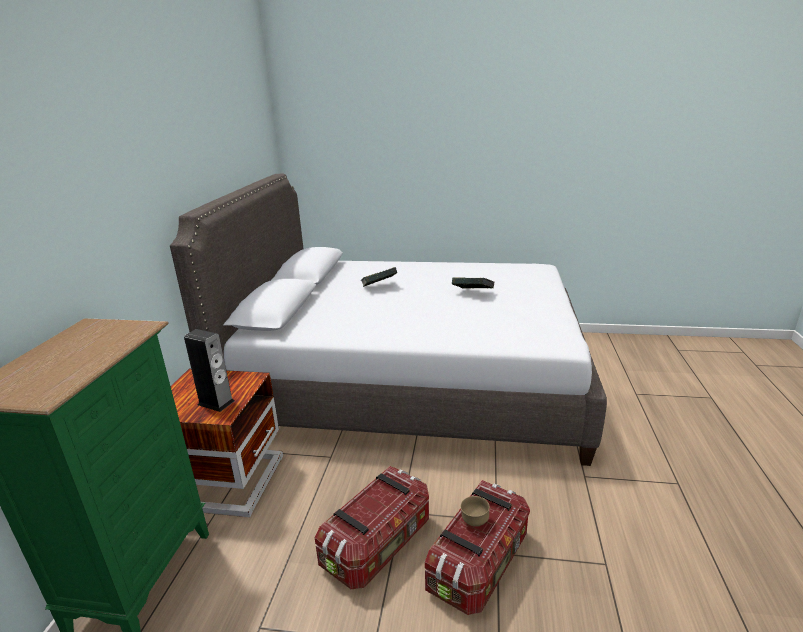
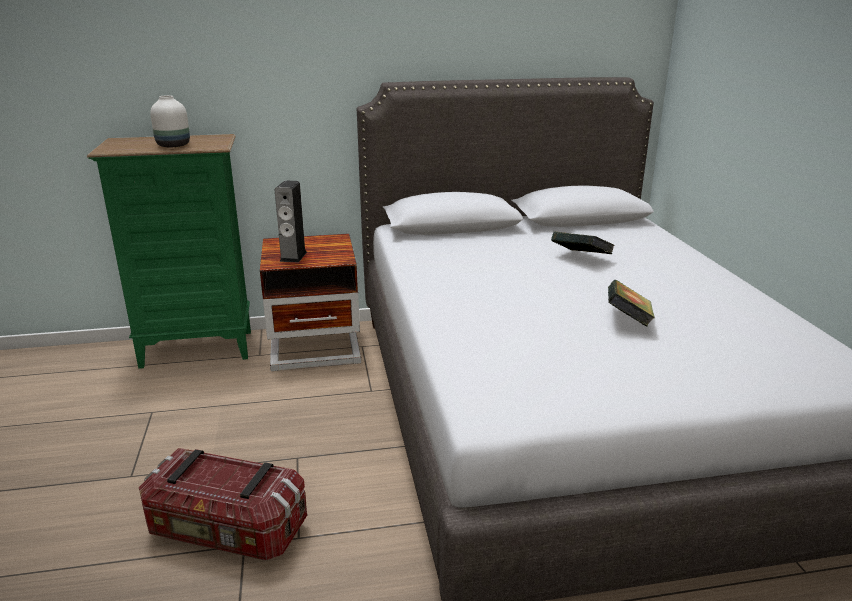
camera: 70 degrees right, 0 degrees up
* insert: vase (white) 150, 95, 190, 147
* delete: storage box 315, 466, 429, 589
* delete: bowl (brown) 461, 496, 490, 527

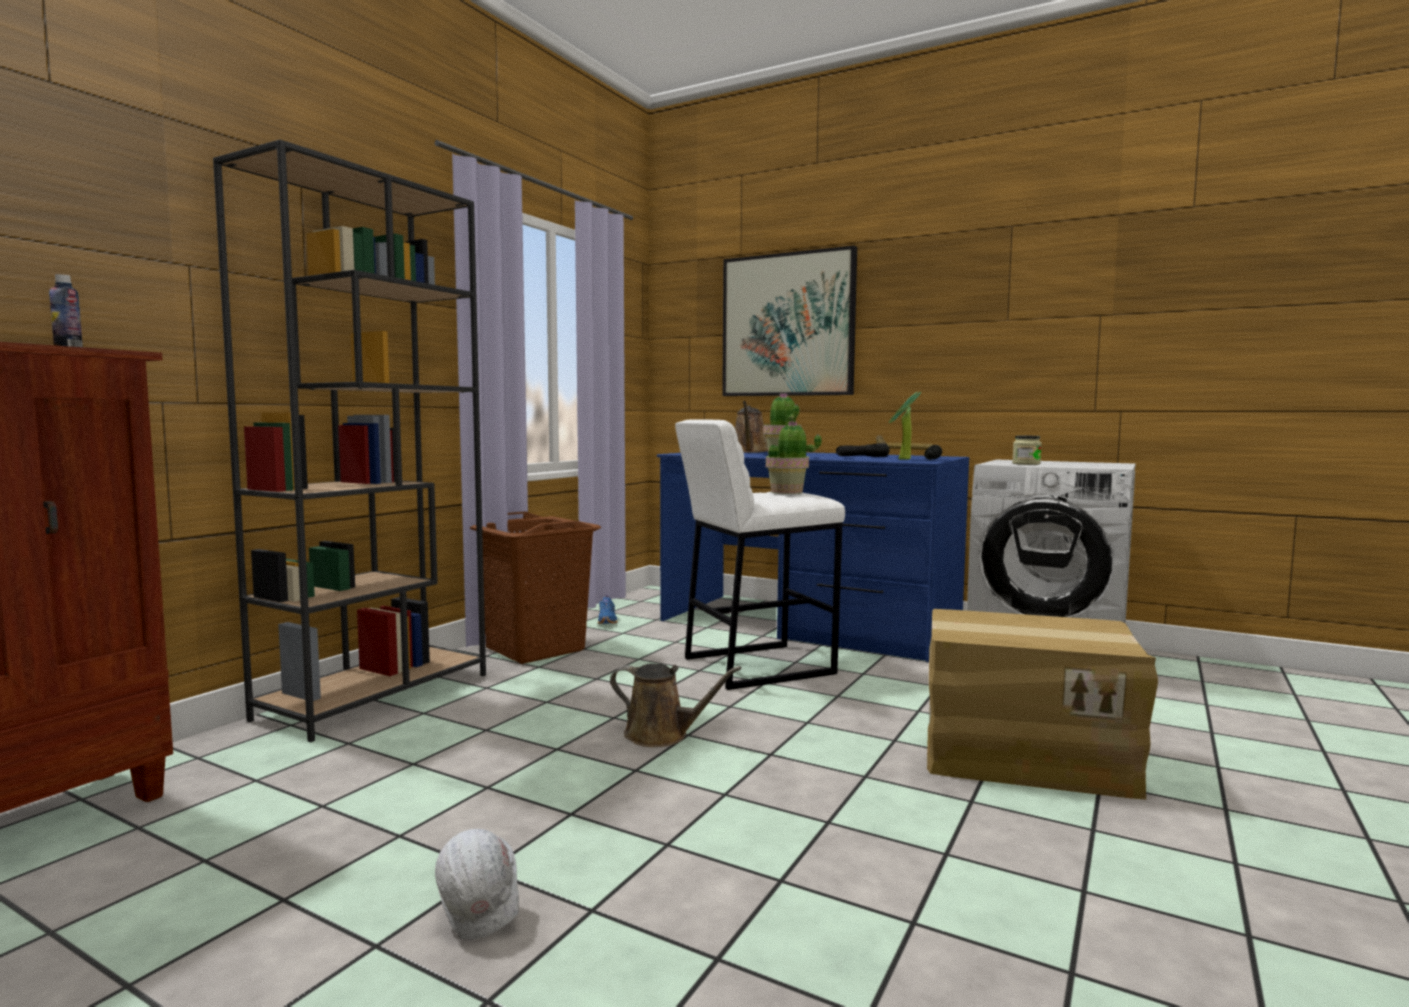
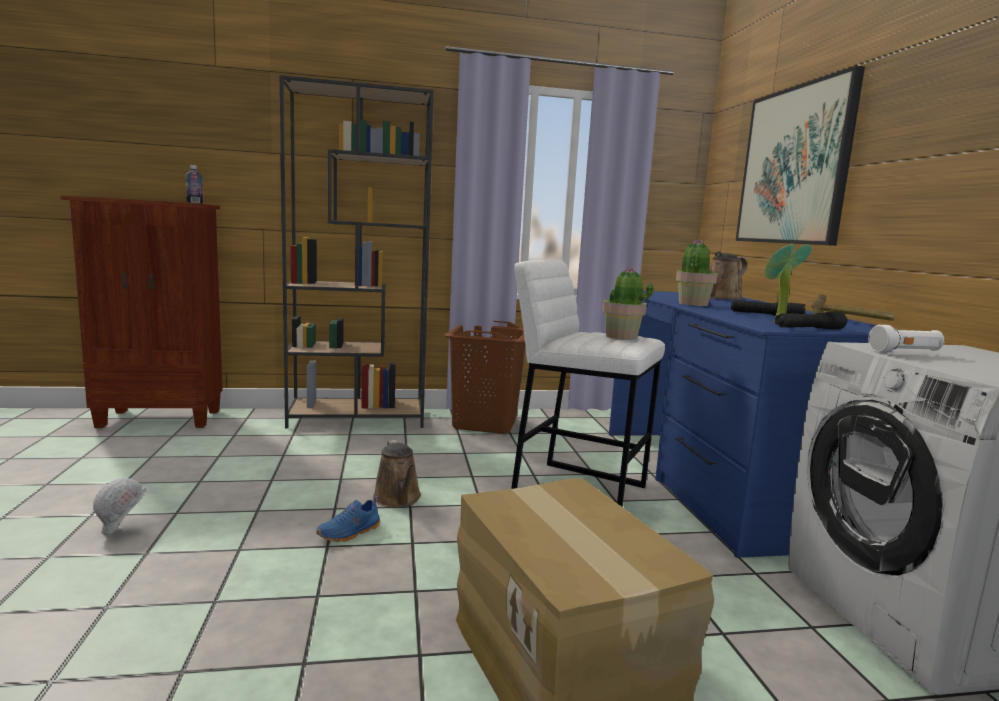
camera: 50 degrees right, 5 degrees up
* move: shoe (blue) 598, 595, 617, 624 to 316, 496, 380, 542
* replace: jar 1012, 436, 1042, 465 to flashlight (white) 868, 325, 944, 353

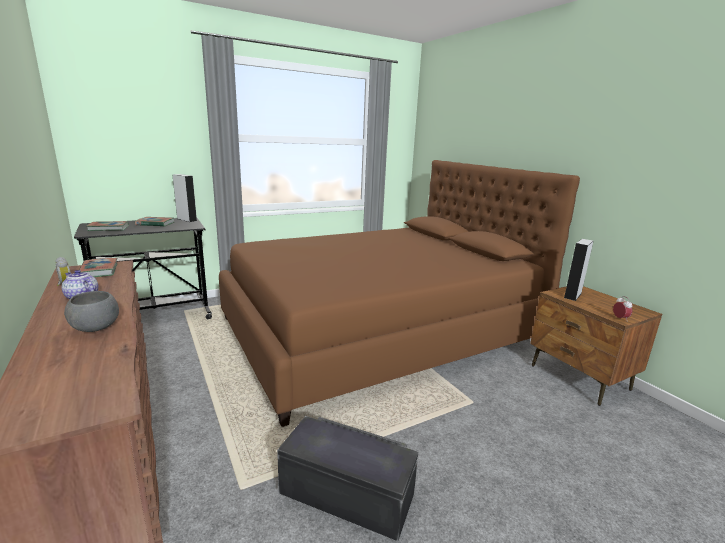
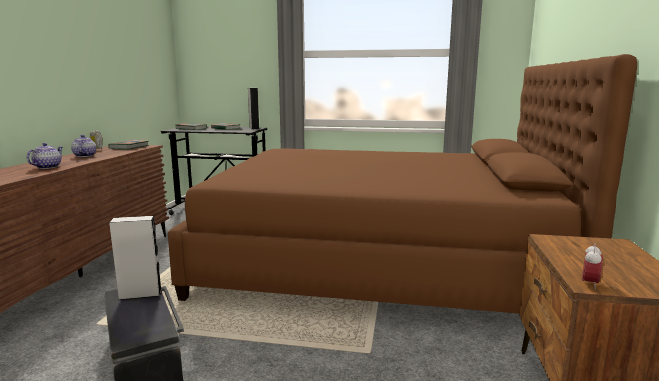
camera: 40 degrees right, 5 degrees down
* replace: bowl (grey) 64, 291, 119, 332 to teapot 27, 143, 63, 169
* move: speaker (grey) 564, 239, 593, 301 to 109, 216, 162, 300

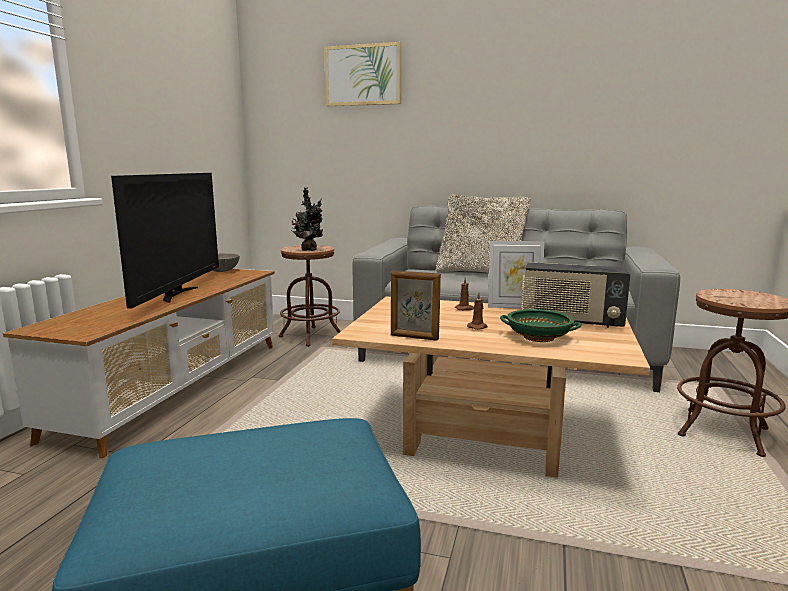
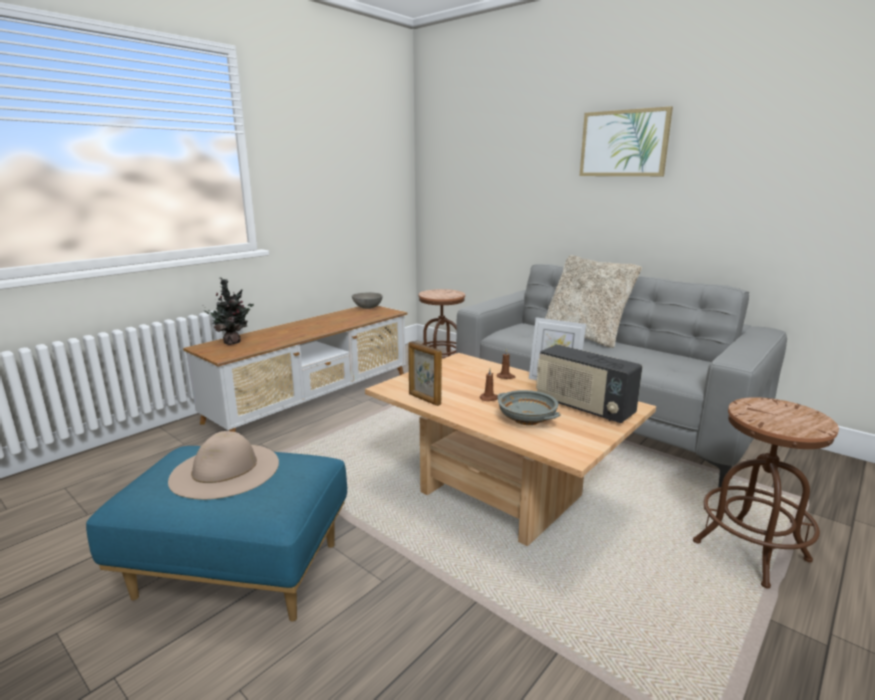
camera: 25 degrees right, 5 degrees up
* insert: hat (beige) 168, 431, 279, 500
* move: potted plant 291, 187, 323, 251 to 204, 278, 254, 345
* recolor: bowl (green) 500, 309, 582, 342 to bowl (grey) 497, 390, 561, 425
* move: picture 324, 42, 402, 106 to 580, 106, 673, 176
* delete: television 111, 173, 219, 308

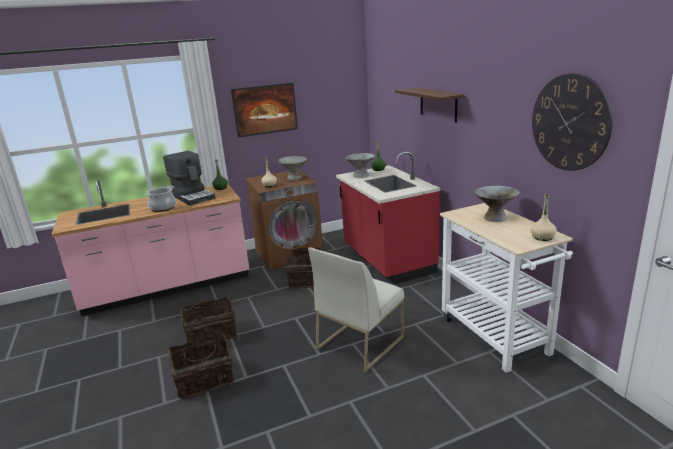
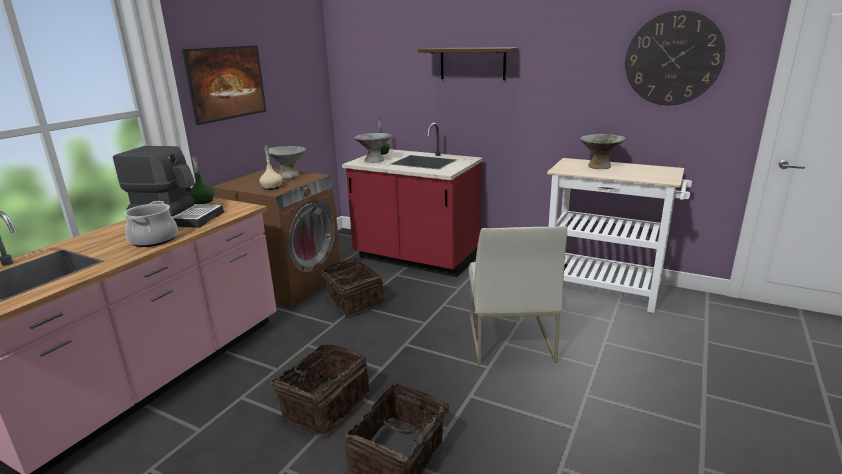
camera: 40 degrees left, 0 degrees up
* delete: bottle (beige) 530, 194, 557, 241

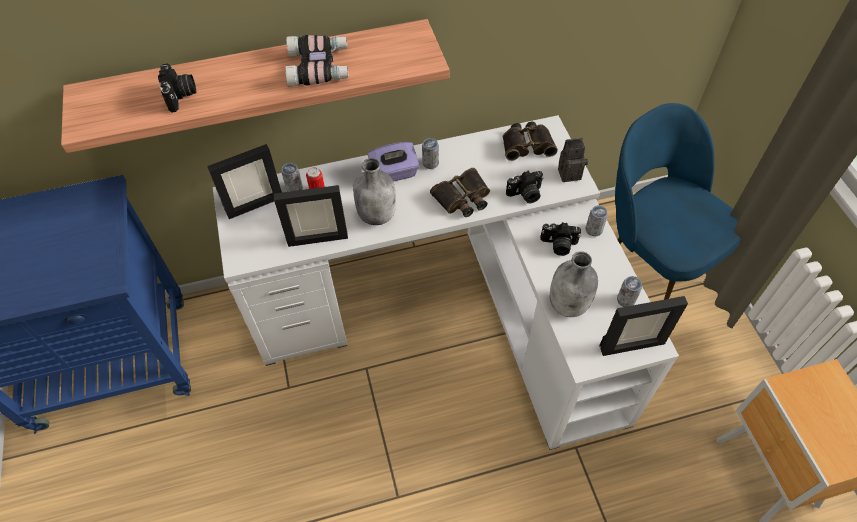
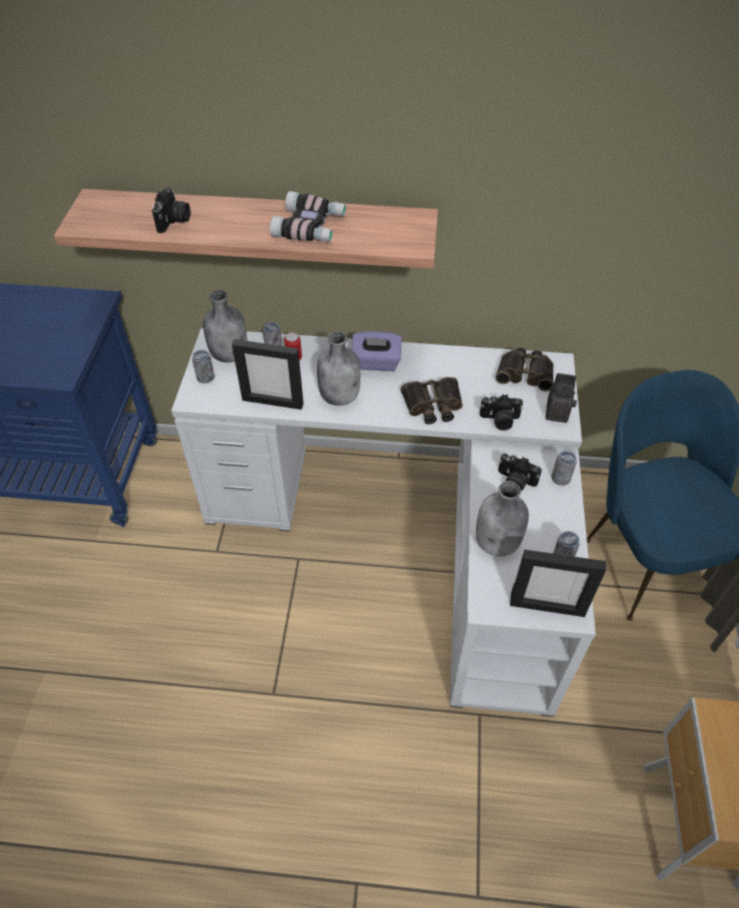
camera: 20 degrees right, 5 degrees down
* move: can 422, 138, 439, 169 to 192, 350, 214, 383
* replace: picture frame 207, 144, 282, 219 to bottle (grey) 203, 290, 247, 363

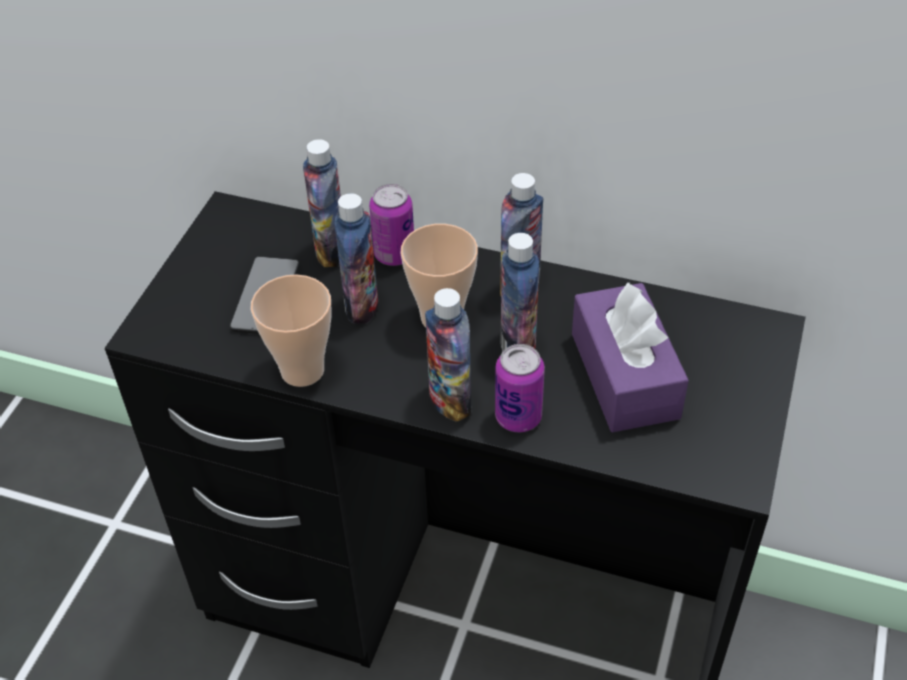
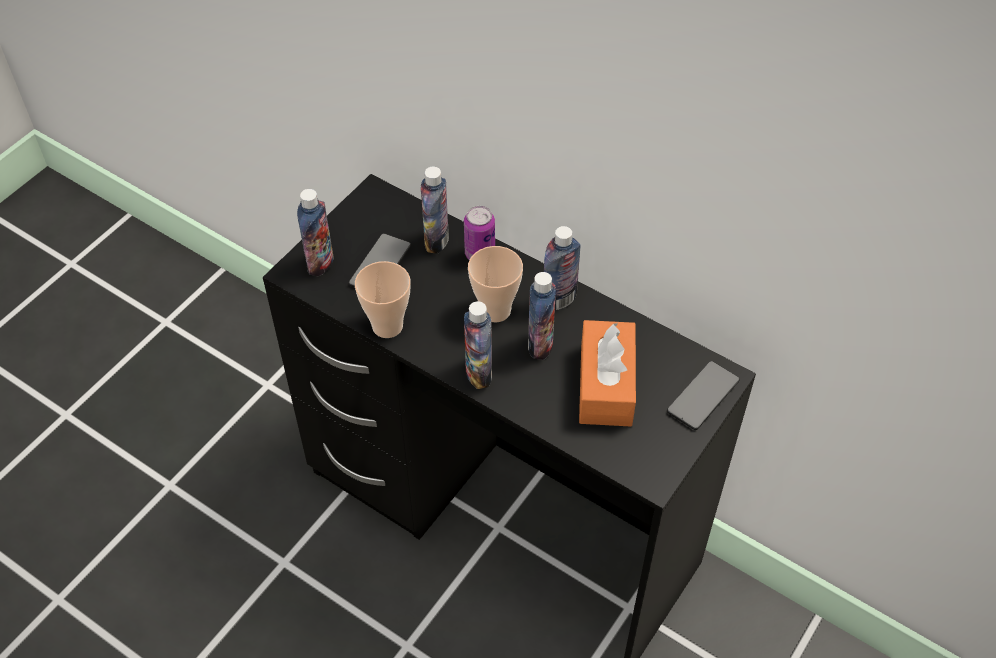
camera: 15 degrees right, 5 degrees up
* move: bottle 334, 193, 378, 324 to 297, 189, 333, 276
* recolor: tissue box (purple) 572, 282, 689, 432 to tissue box (orange) 579, 320, 636, 427
* insert: phone 667, 361, 740, 430
* delete: can 495, 344, 545, 432

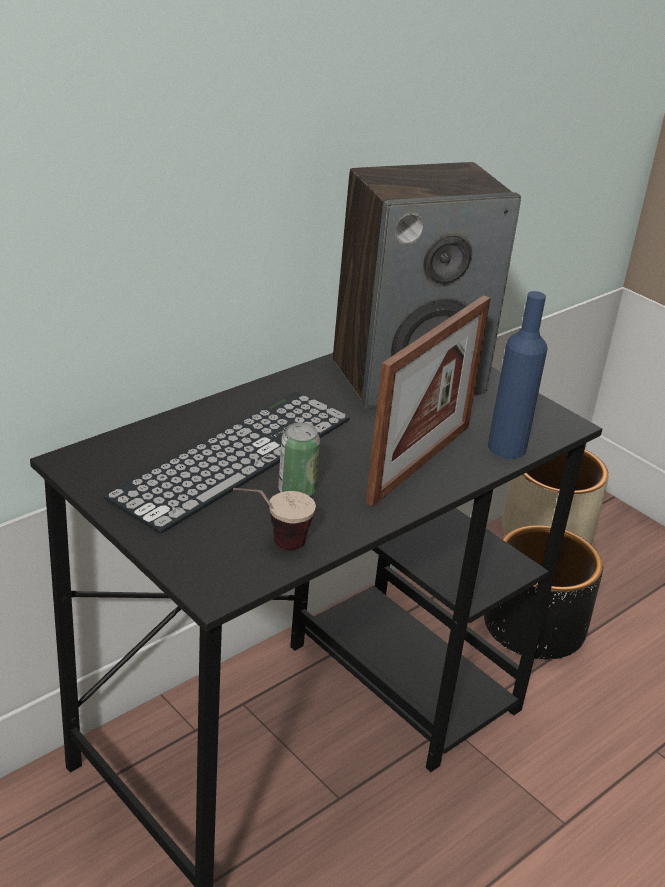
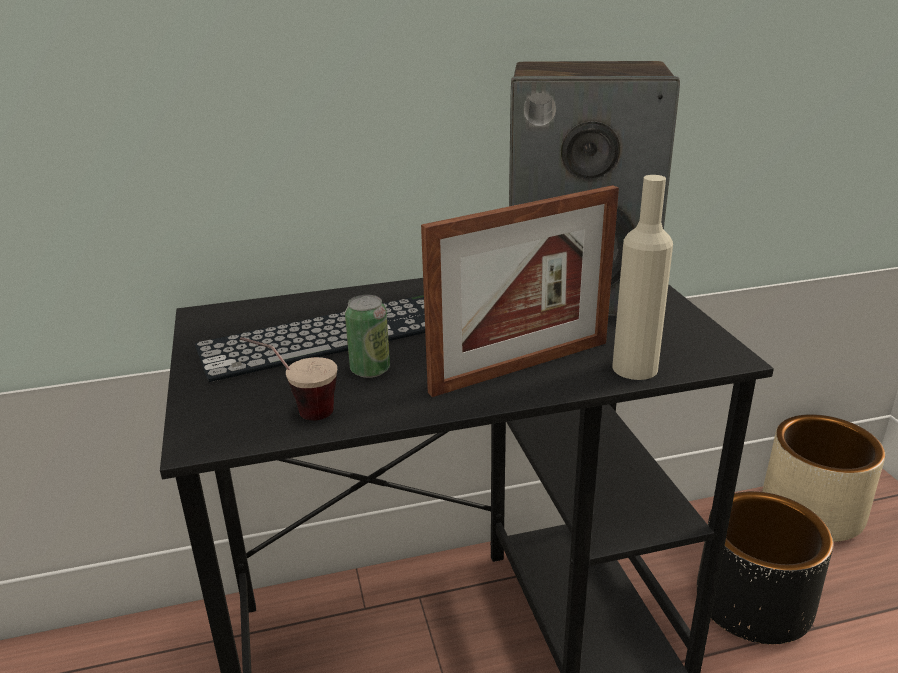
camera: 30 degrees right, 5 degrees down
* recolor: bottle (blue) 488, 291, 548, 459 to bottle (beige) 612, 175, 673, 380

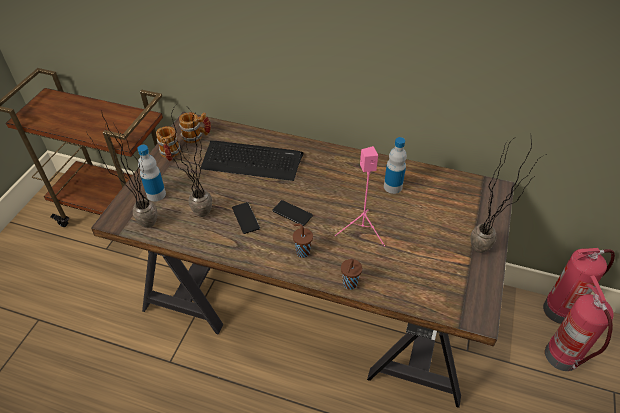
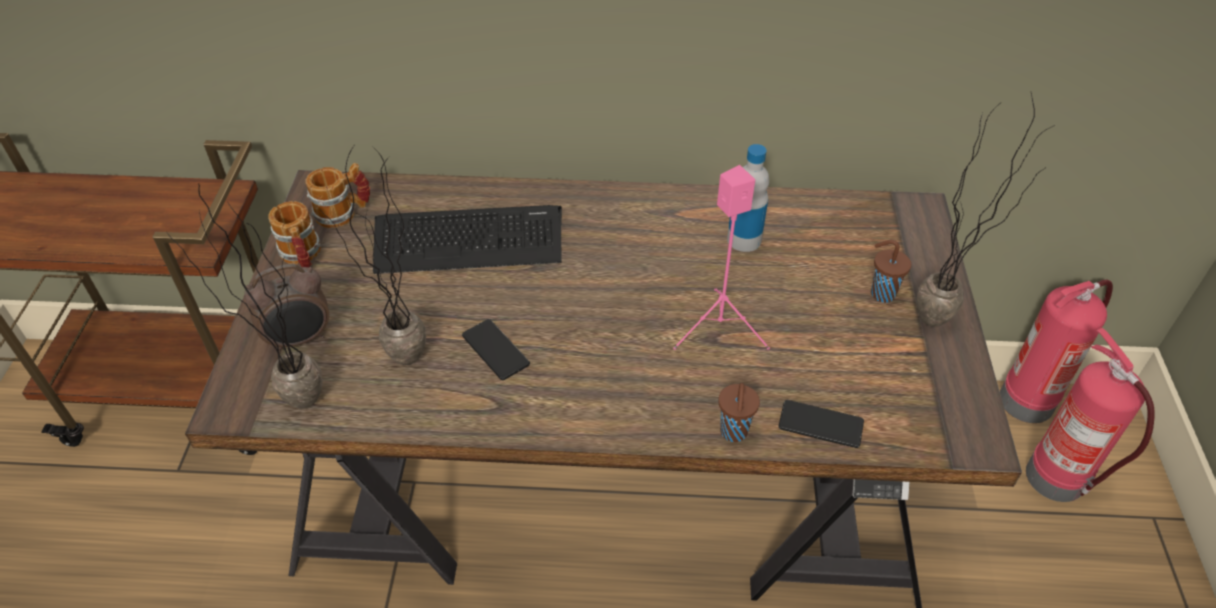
camera: 15 degrees left, 0 degrees up
* replace: bottle 137, 145, 166, 201 to alarm clock 244, 264, 329, 353
* move: phone 272, 200, 313, 226 to 779, 400, 864, 448
* move: cup (brown) 293, 223, 313, 258 to 871, 240, 911, 303

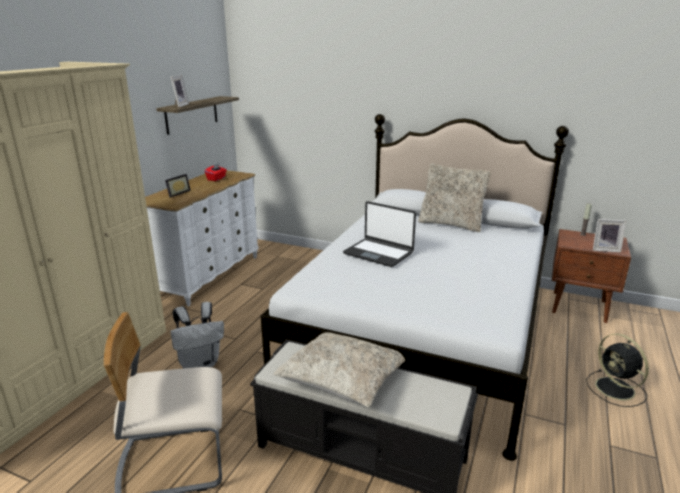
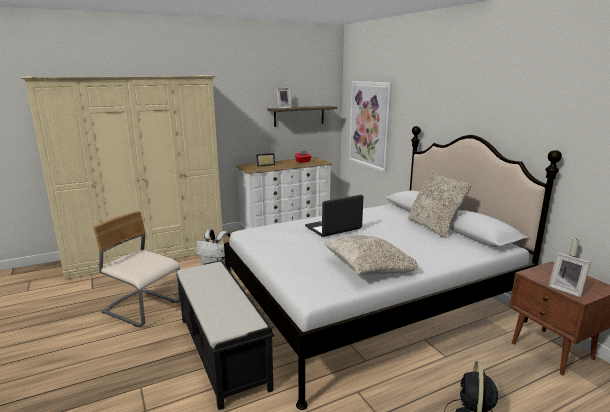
camera: 40 degrees right, 5 degrees down
* rotate: laptop 343, 201, 416, 267 = 305, 195, 363, 237 75 degrees clockwise
* move: pillow (beige) 274, 332, 405, 408 to 324, 235, 419, 274
* insert: picture 349, 81, 392, 173

